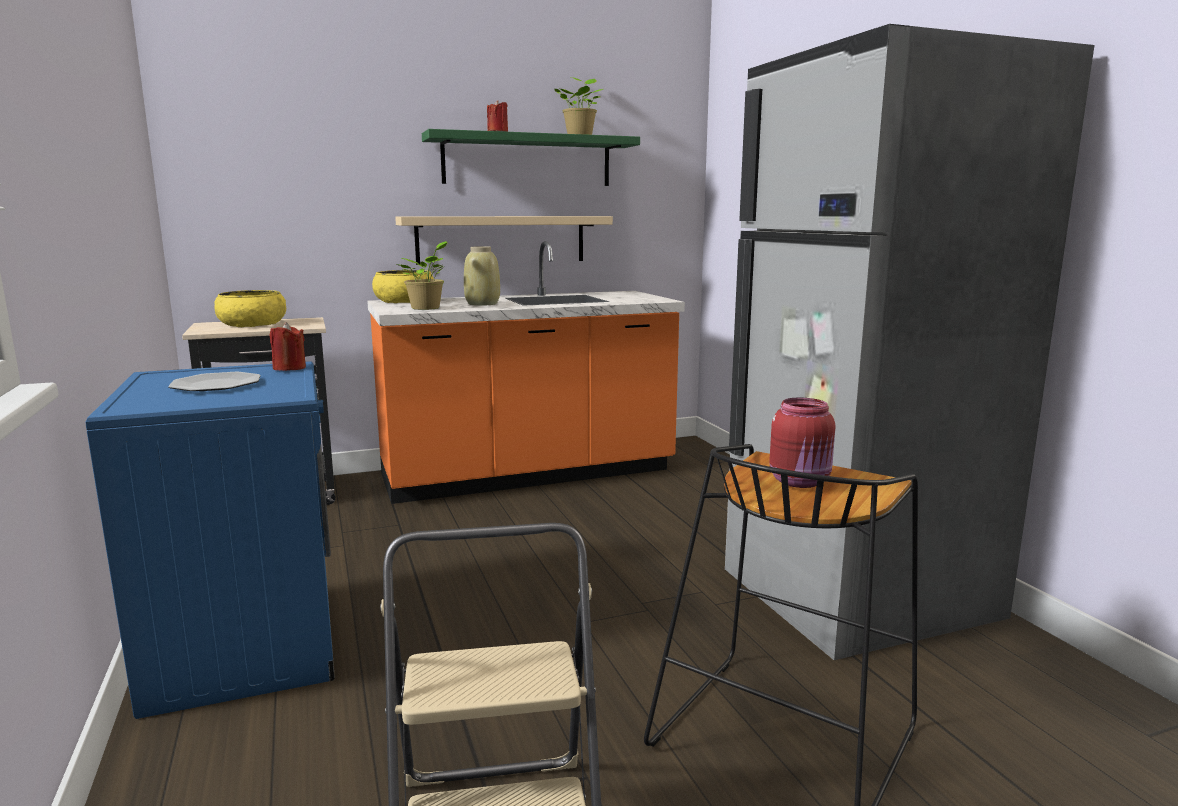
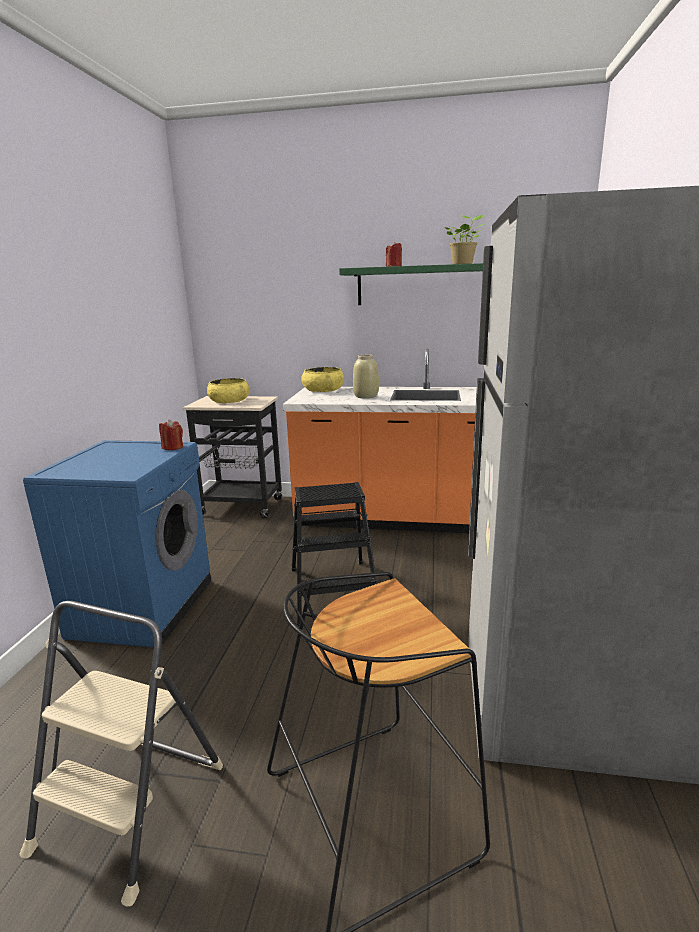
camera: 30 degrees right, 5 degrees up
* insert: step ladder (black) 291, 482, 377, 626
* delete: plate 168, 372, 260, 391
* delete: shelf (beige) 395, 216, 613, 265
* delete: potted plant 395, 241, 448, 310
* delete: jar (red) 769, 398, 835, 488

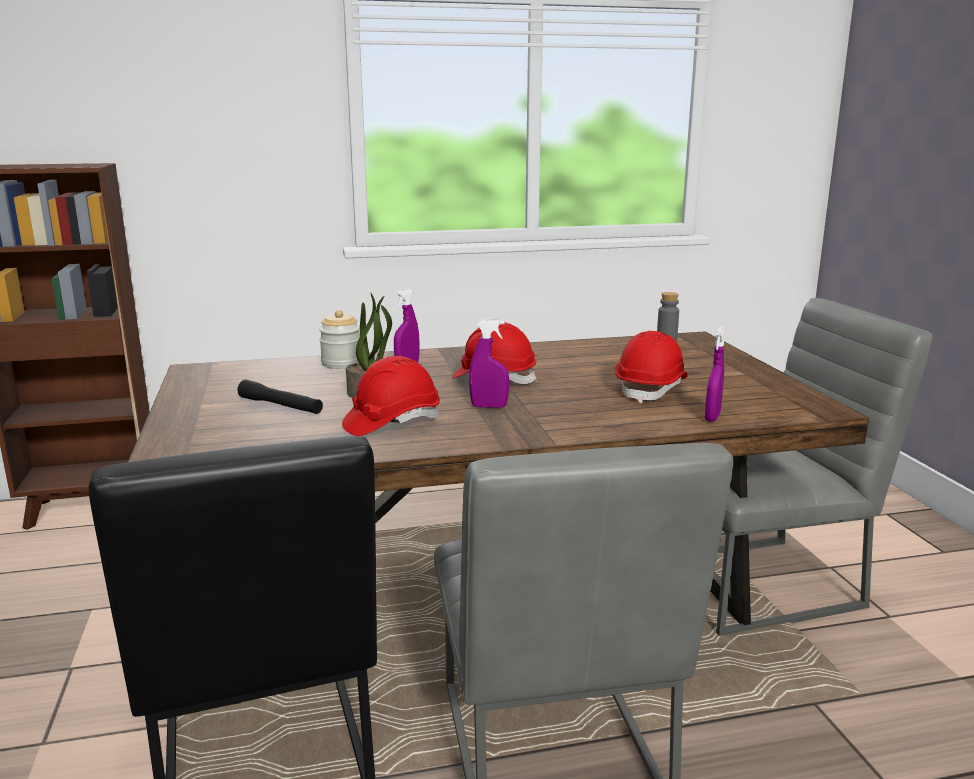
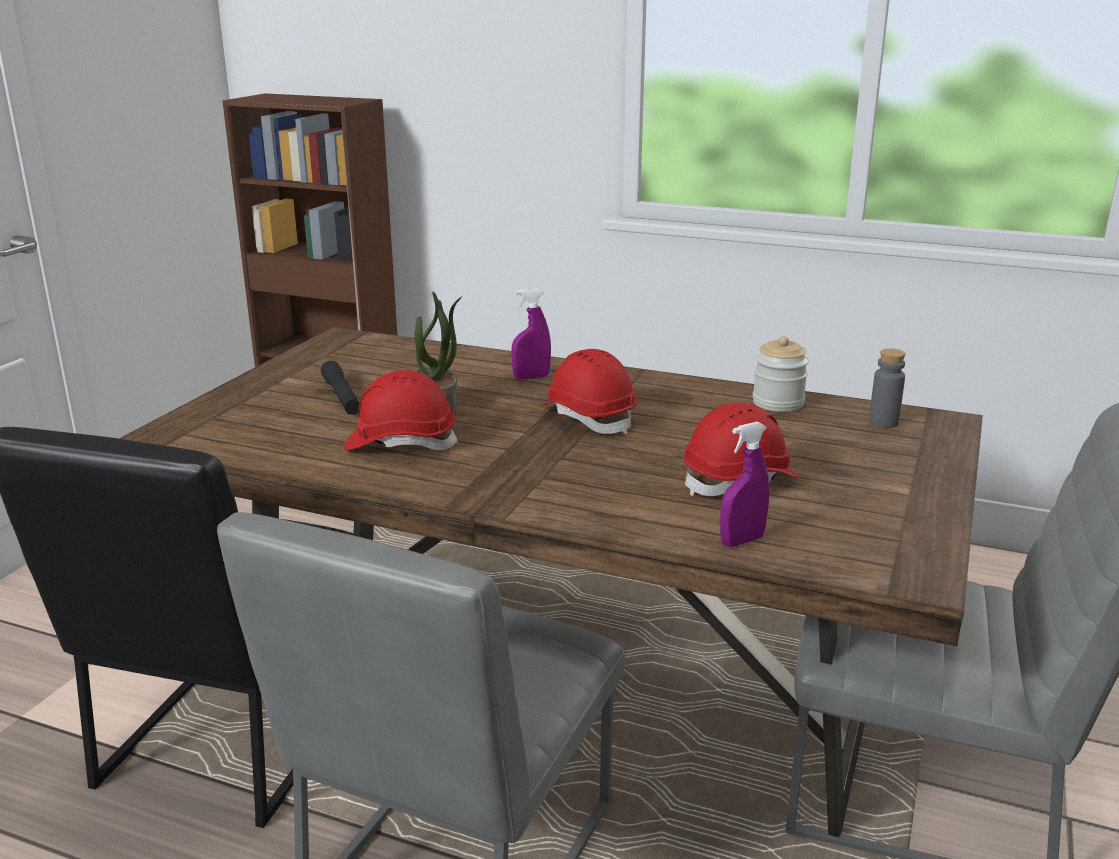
camera: 35 degrees right, 5 degrees up
* move: jar 319, 310, 362, 369 to 753, 336, 809, 412
* delete: spray bottle (purple) 469, 320, 509, 408

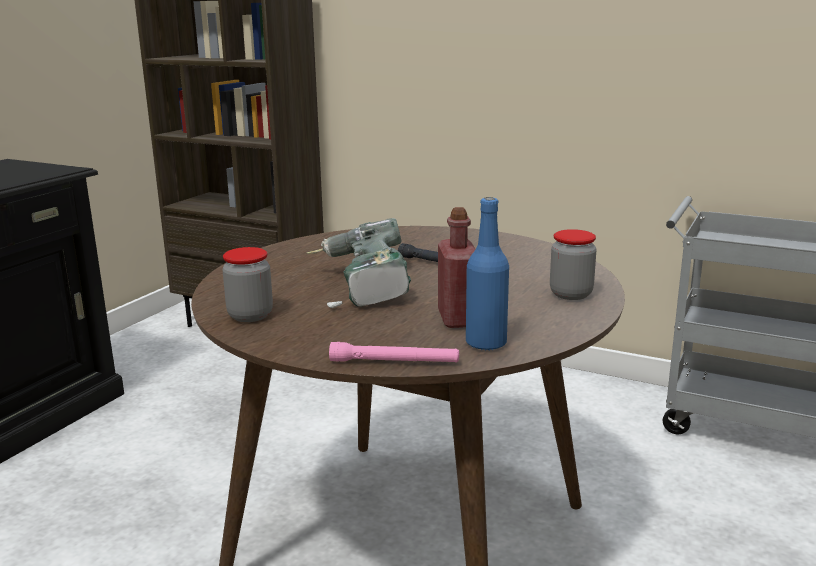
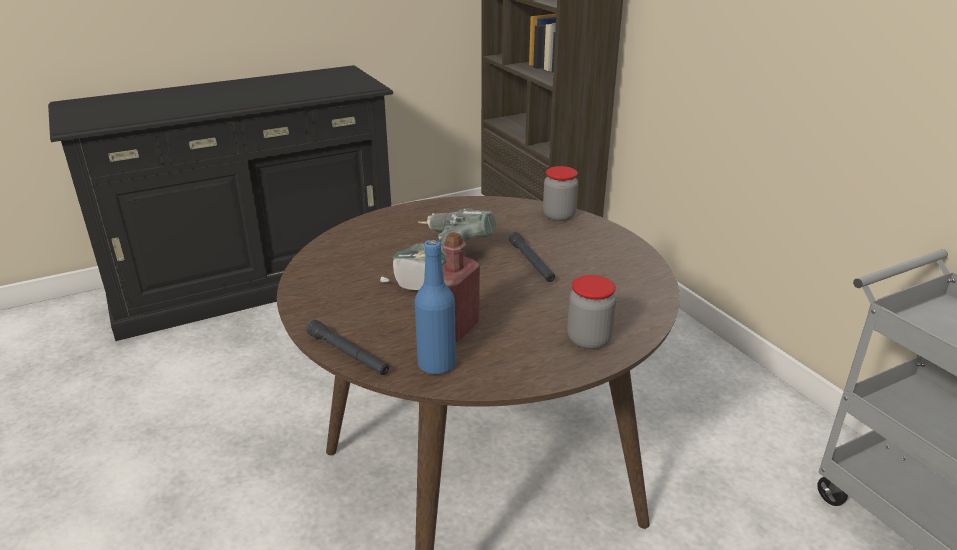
camera: 35 degrees right, 10 degrees up
* recolor: flashlight (pink) 329, 342, 459, 362 to flashlight (black) 306, 320, 389, 375
* move: jar 222, 247, 273, 322 to 543, 166, 578, 221

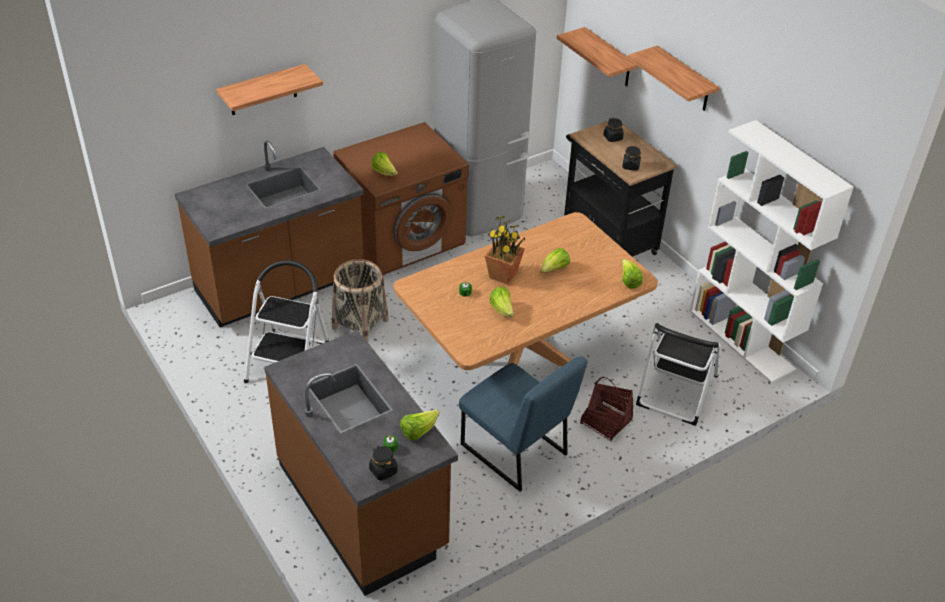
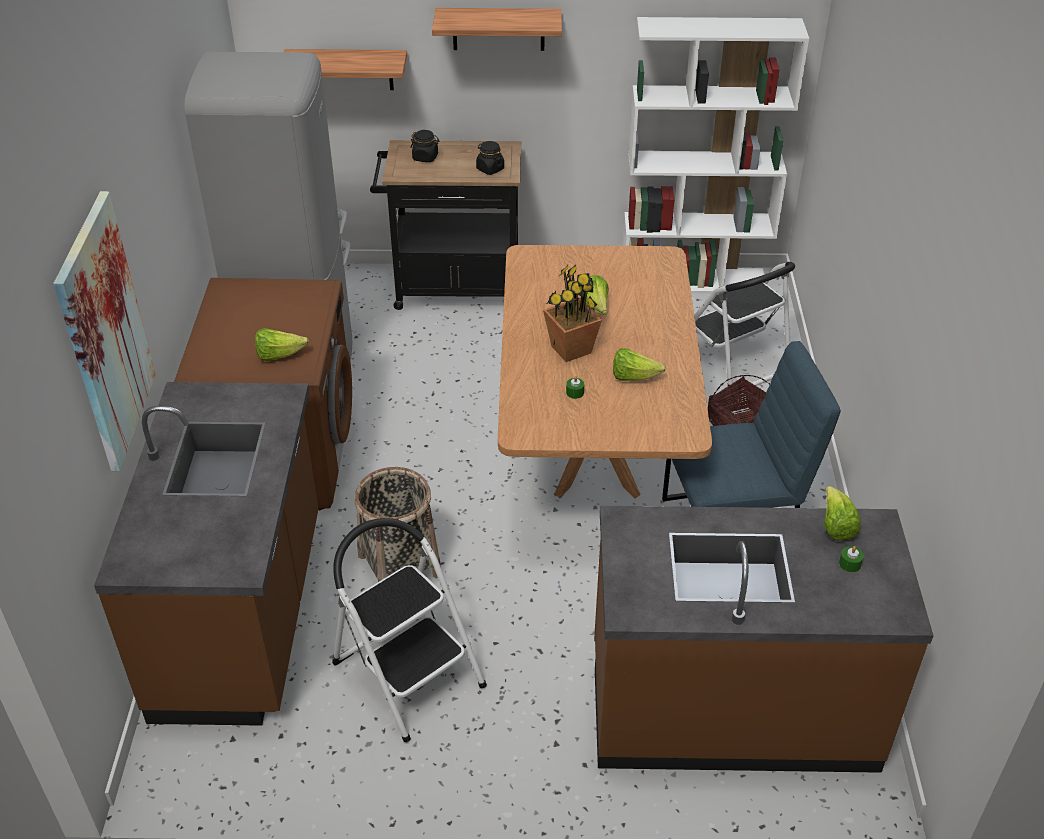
camera: 55 degrees left, 0 degrees up
* replace: shelf 216, 64, 323, 115 to picture 53, 191, 156, 471
* delete: jar (black) 369, 446, 398, 481
* delete: lettuce 622, 259, 643, 289

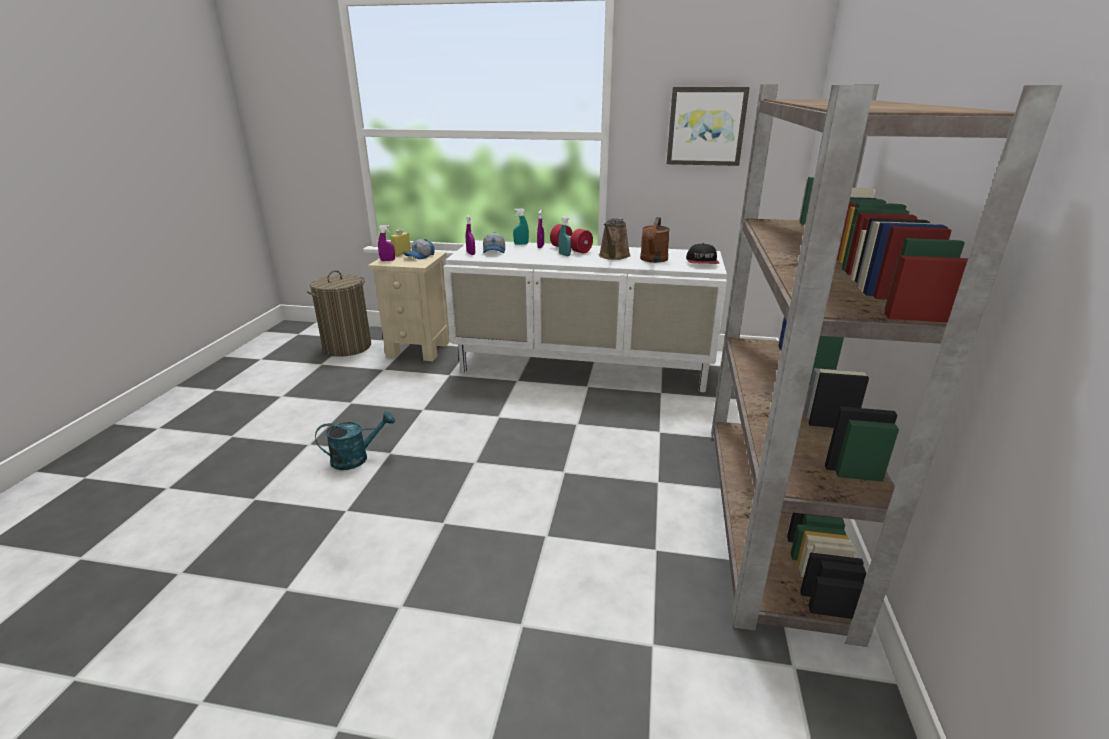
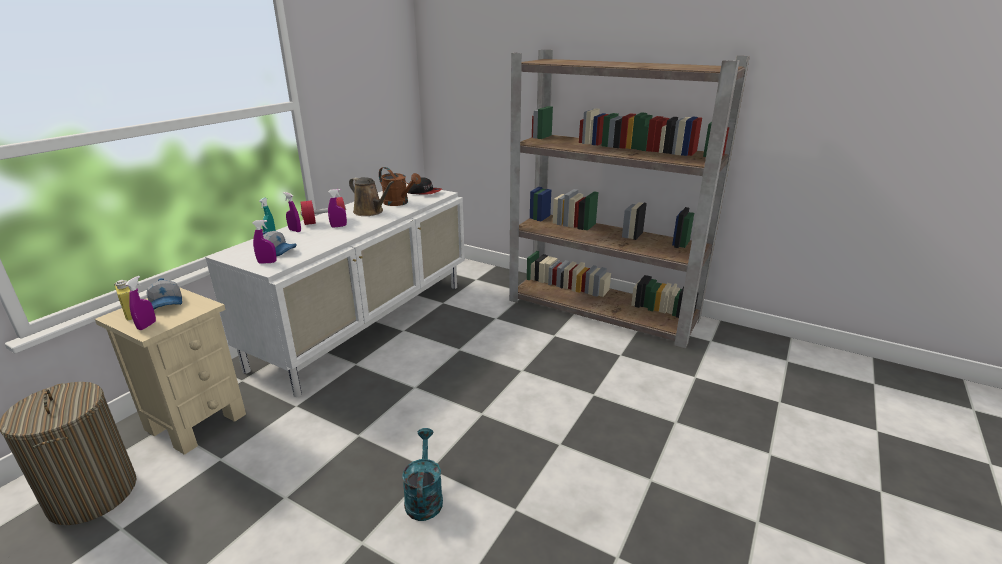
camera: 70 degrees left, 0 degrees up
* recolor: spray bottle (turquoise) 558, 217, 571, 256 to spray bottle (purple) 328, 189, 347, 228
* delete: picture 667, 87, 750, 166

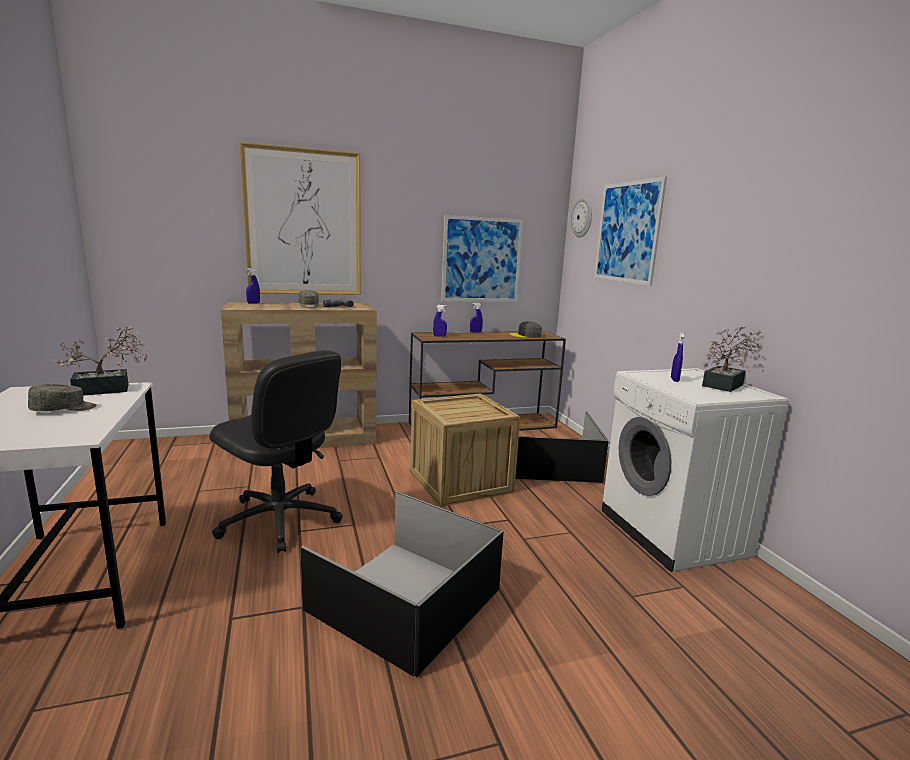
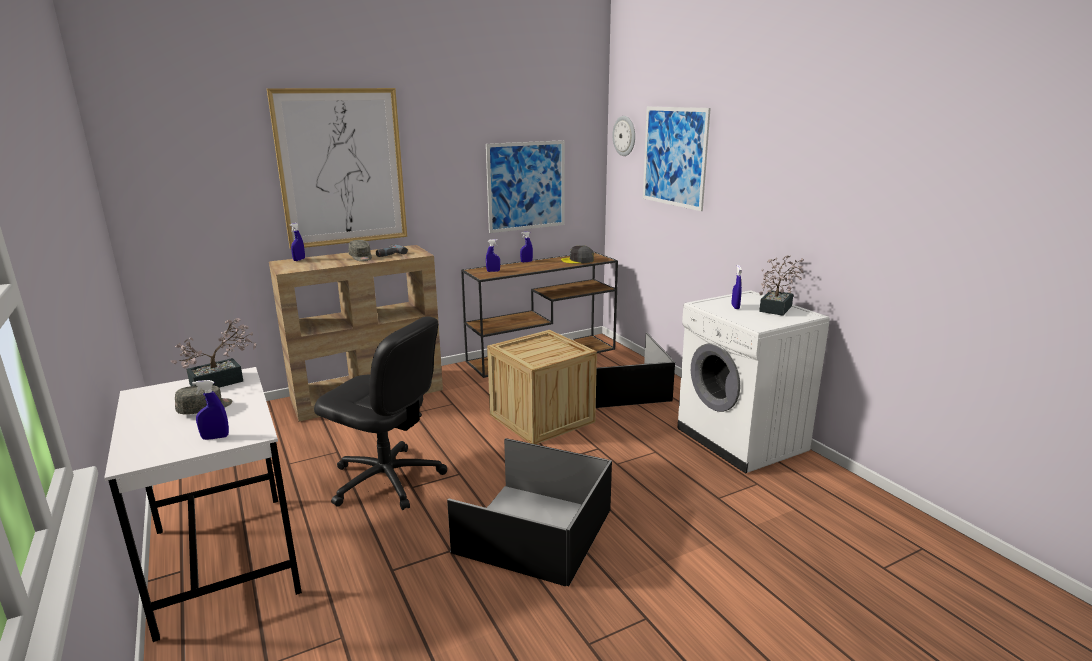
camera: 10 degrees left, 5 degrees up
* insert: spray bottle (blue) 192, 380, 229, 440

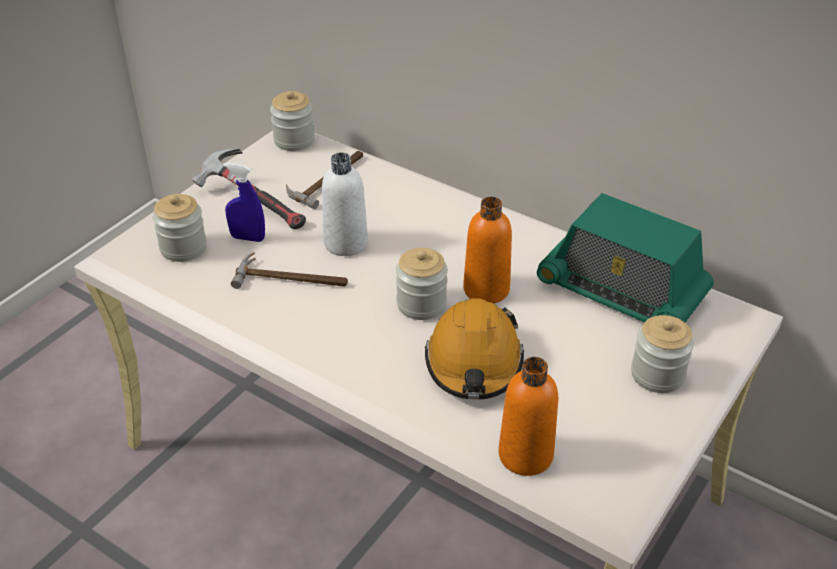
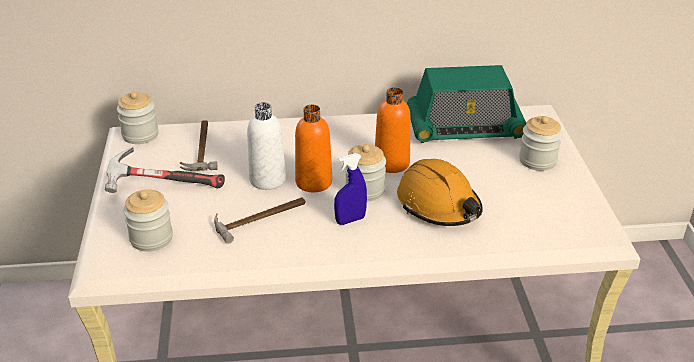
camera: 40 degrees left, 5 degrees down
* move: bottle (orange) 498, 357, 558, 476 to 295, 105, 332, 192
* move: spray bottle (blue) 223, 163, 265, 242 to 334, 153, 367, 225

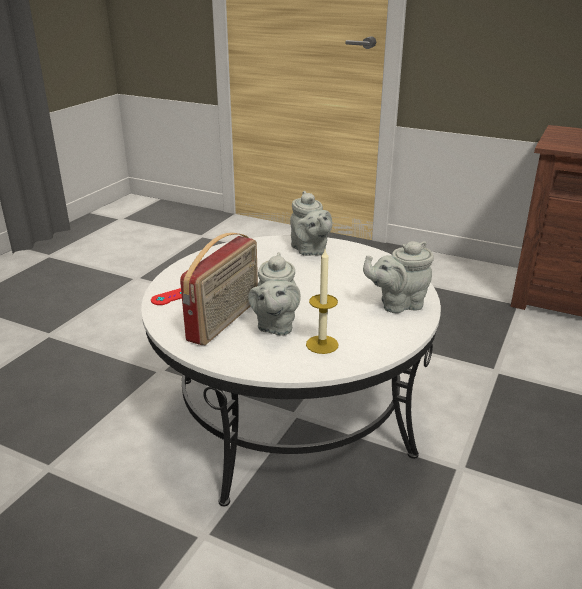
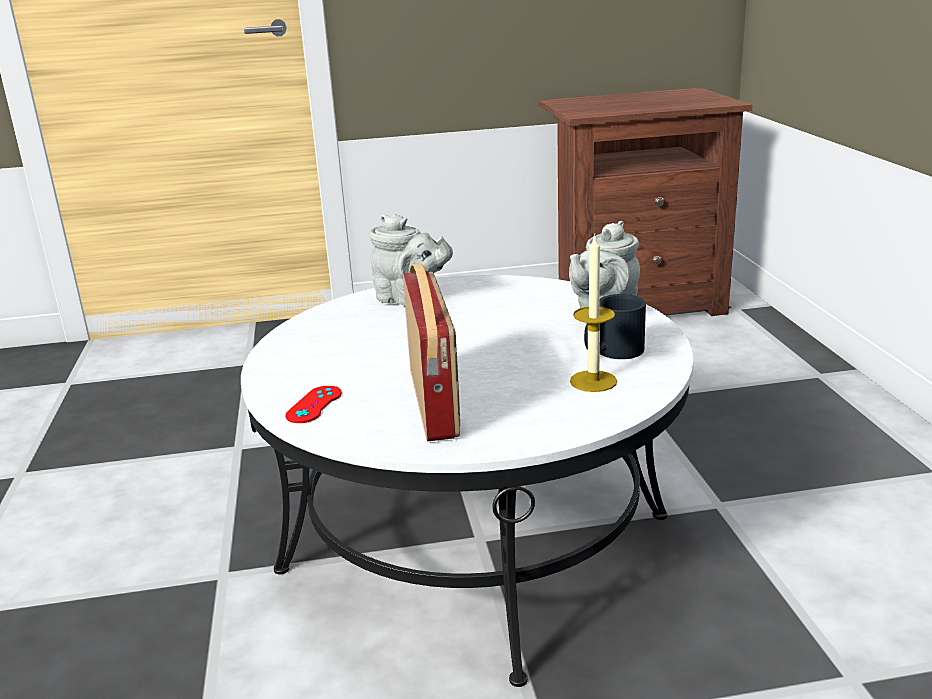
camera: 35 degrees left, 5 degrees down
* insert: mug (black) 584, 294, 646, 359
* delete: teapot (grey) 248, 252, 301, 336

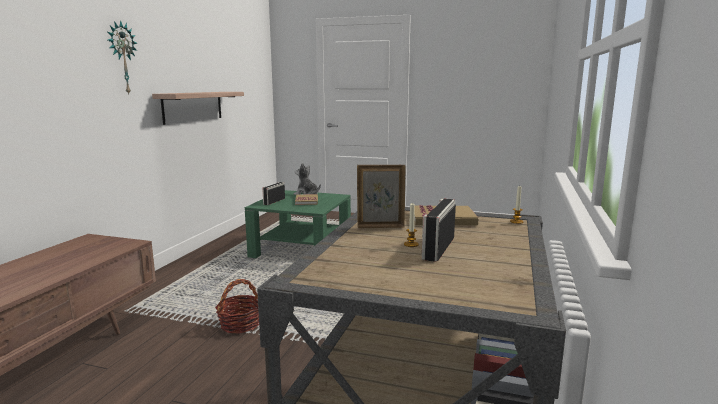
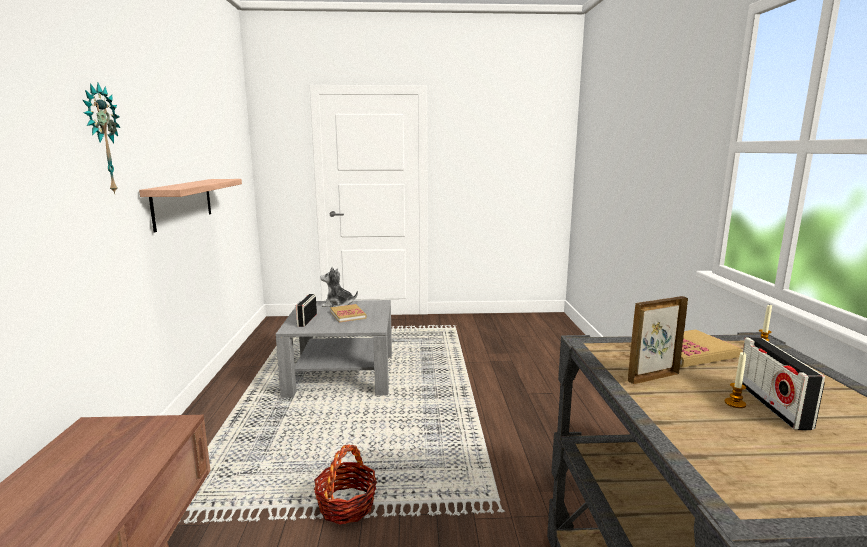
camera: 20 degrees left, 0 degrees up
* recolor: coffee table (green) 245, 190, 351, 258 to coffee table (grey) 276, 300, 392, 398

